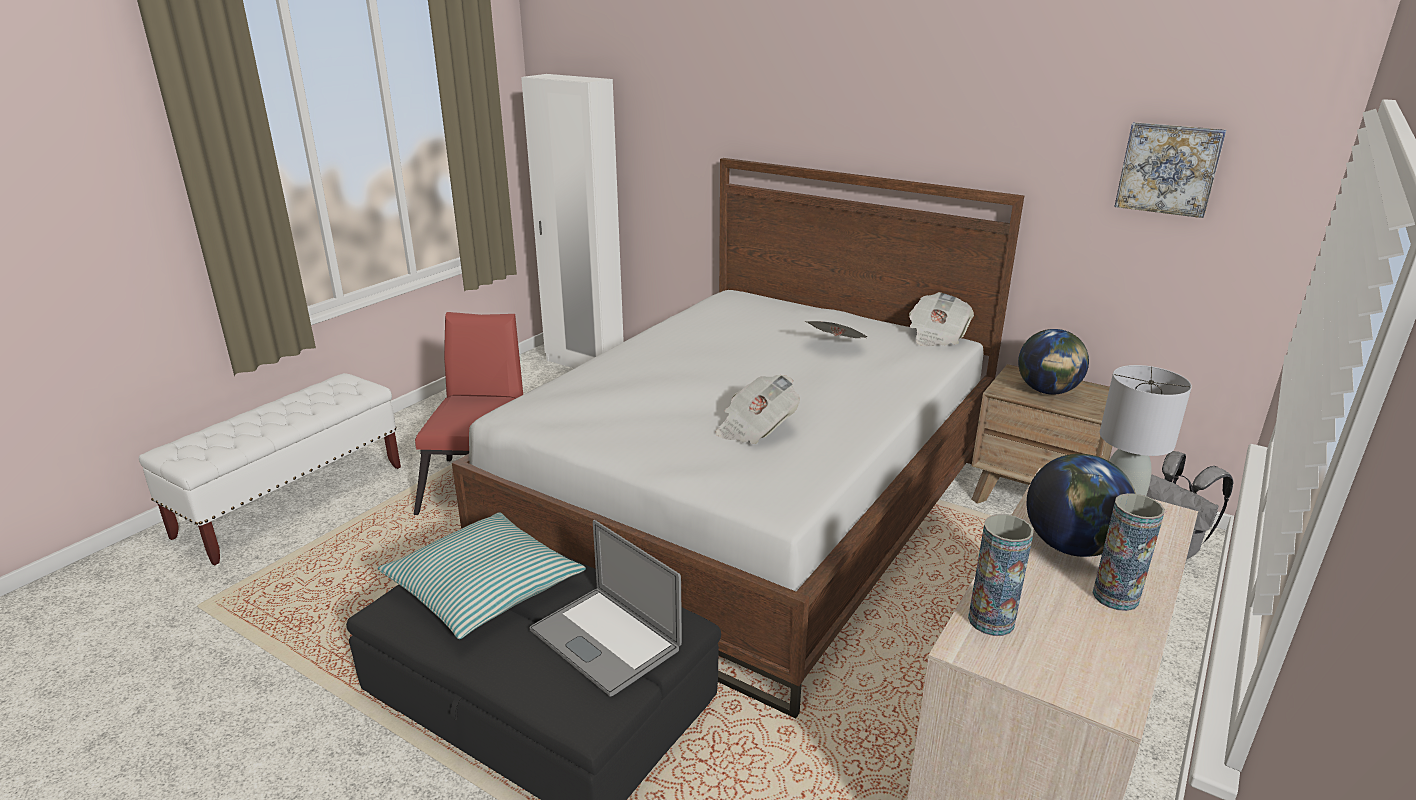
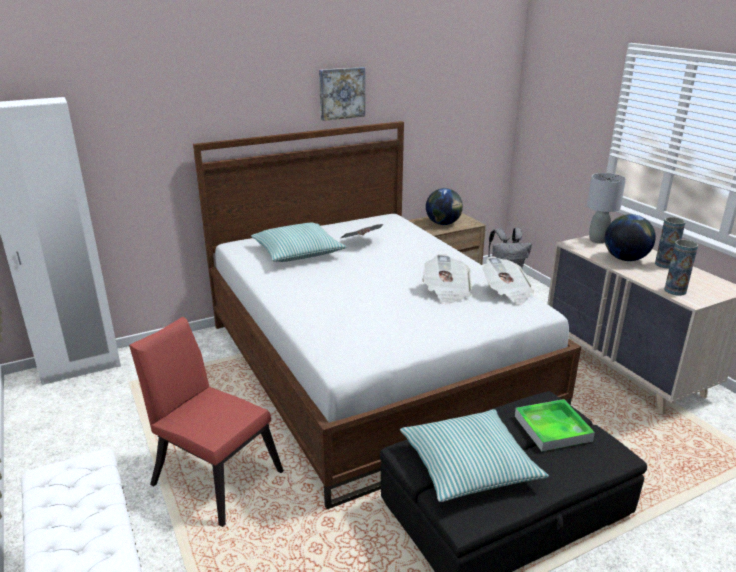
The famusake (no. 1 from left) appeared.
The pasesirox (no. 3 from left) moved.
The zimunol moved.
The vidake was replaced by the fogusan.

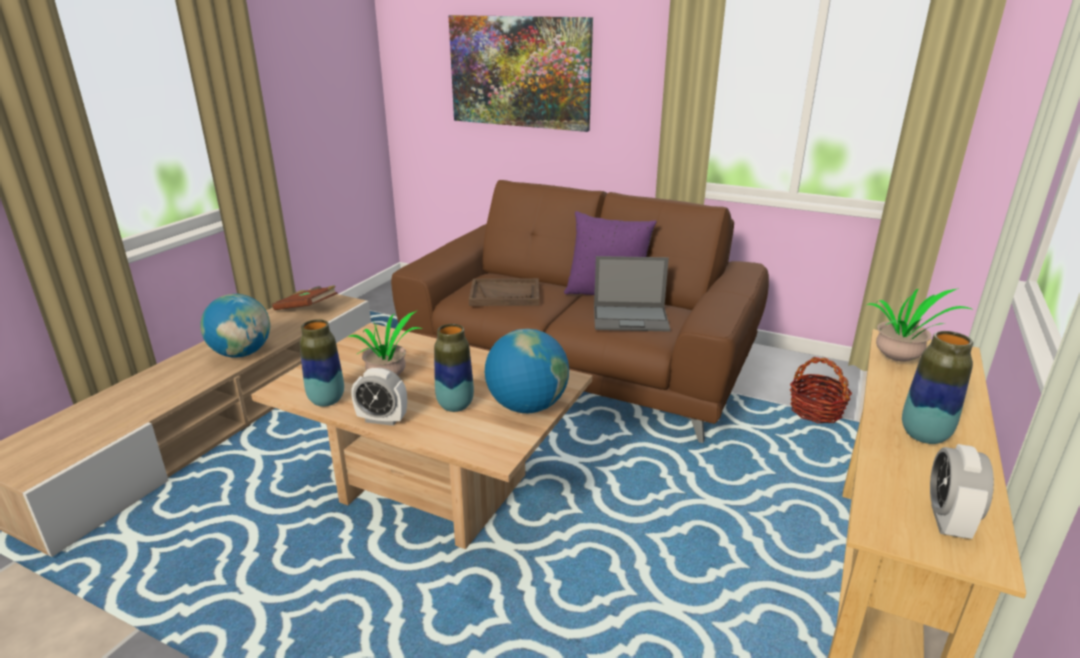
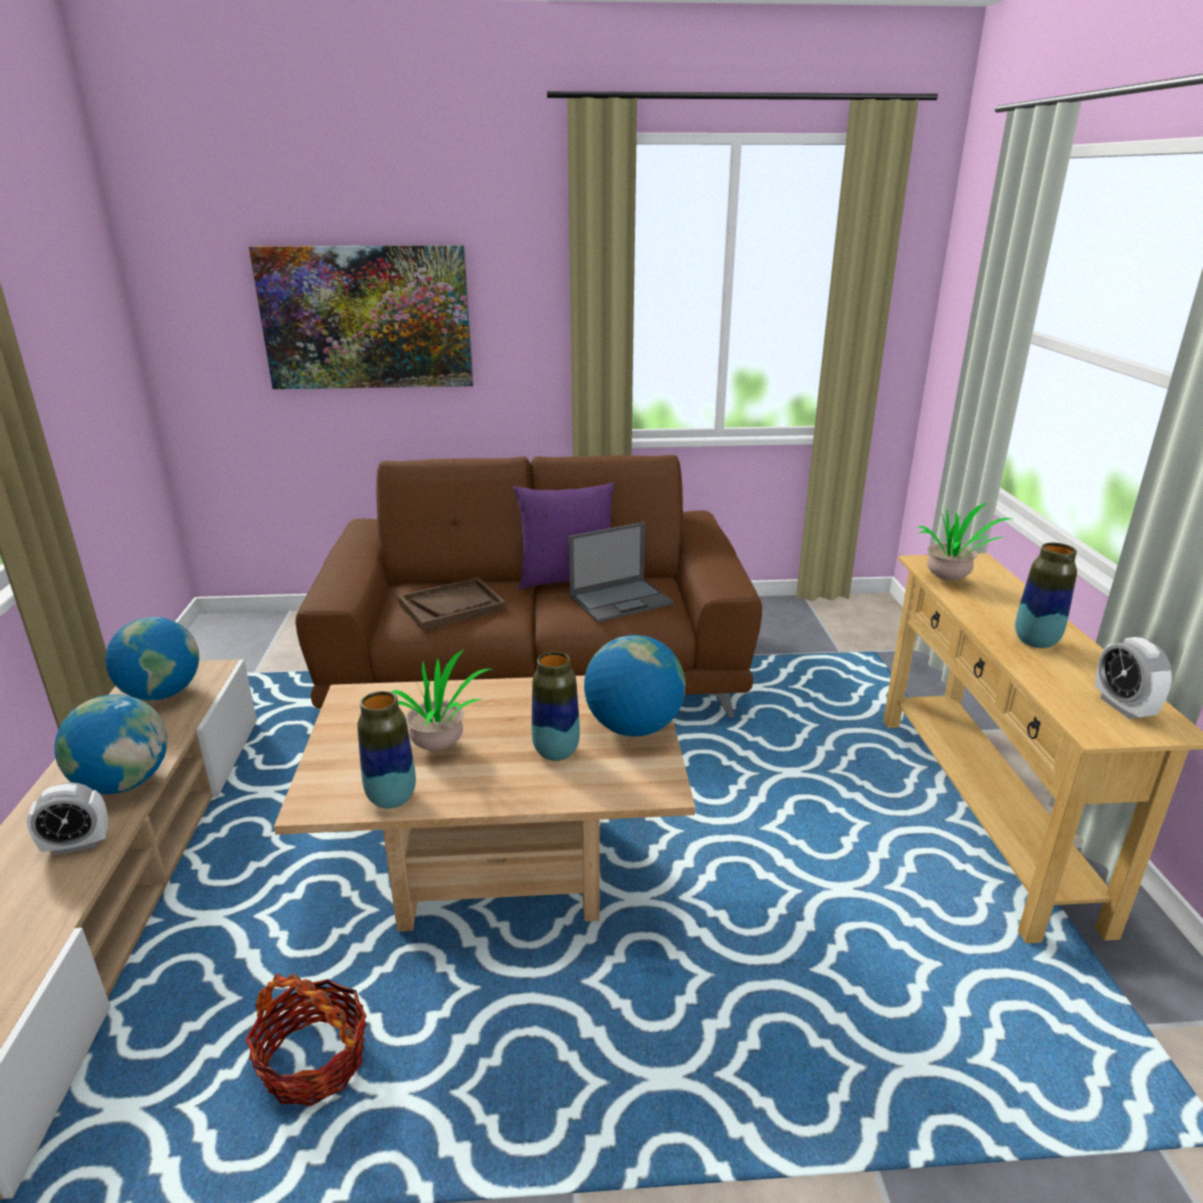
The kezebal (no. 1 from left) moved.
The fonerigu moved.
The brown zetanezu was replaced by the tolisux (no. 2 from left).

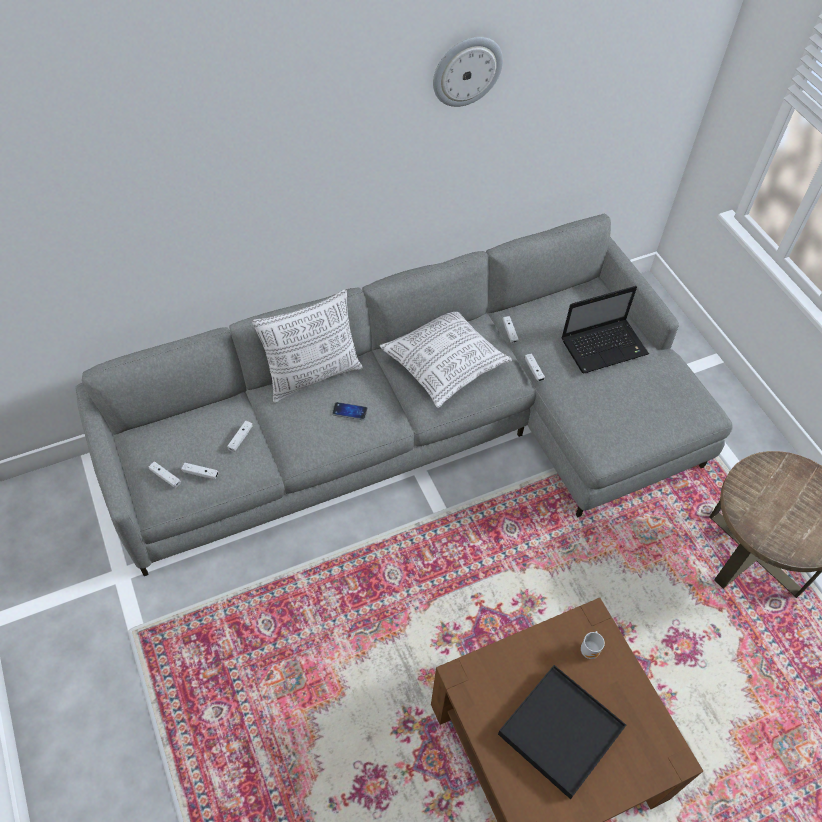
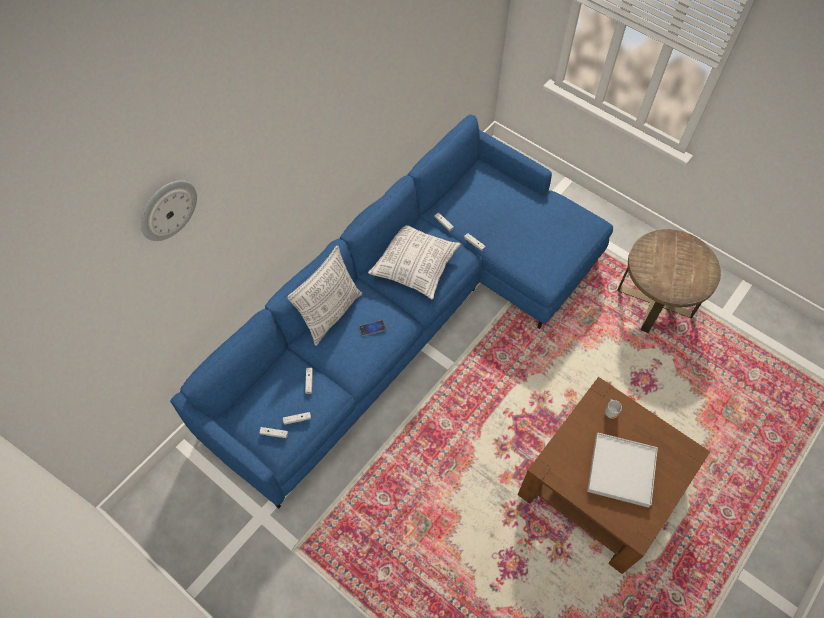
The vidake disappeared.
The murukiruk moved.
The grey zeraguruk became the blue zeraguruk.
The black fogusan became the white fogusan.

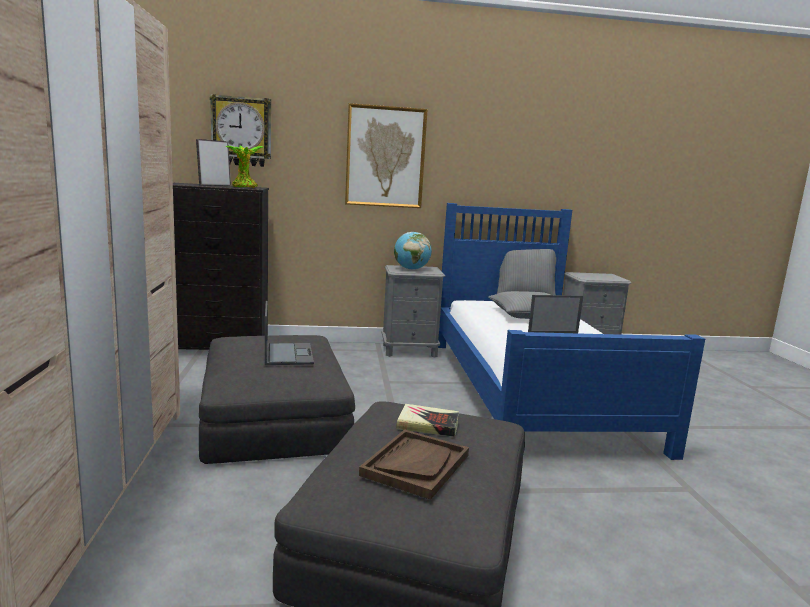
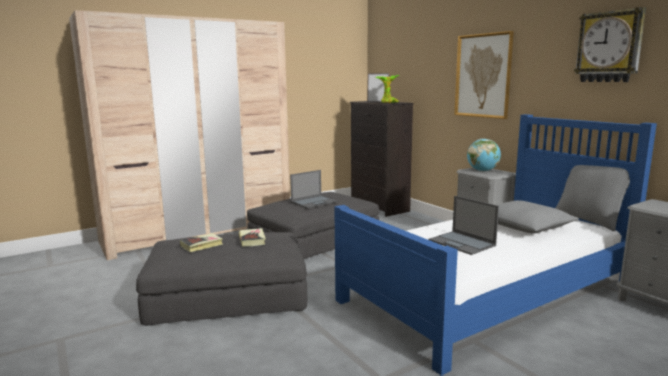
The murukiruk moved.
The brown fogusan was replaced by the zetanezu (no. 1 from left).

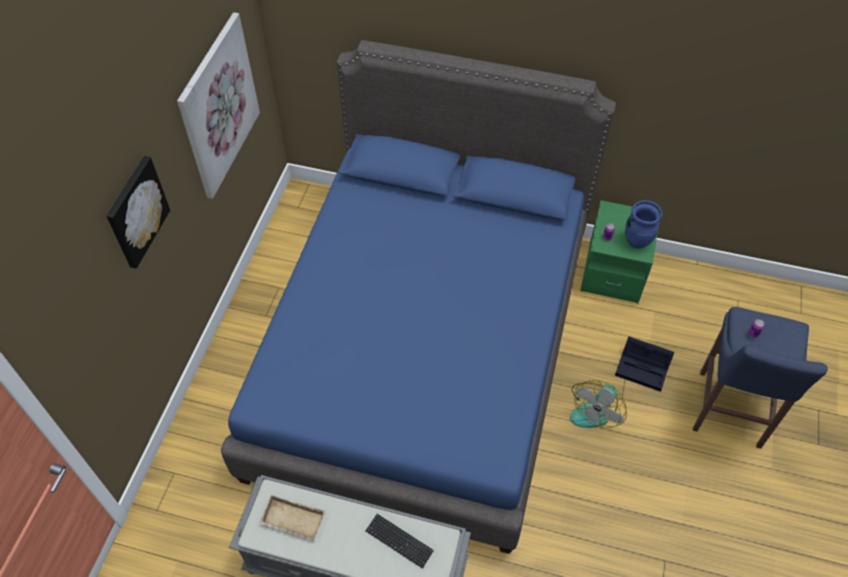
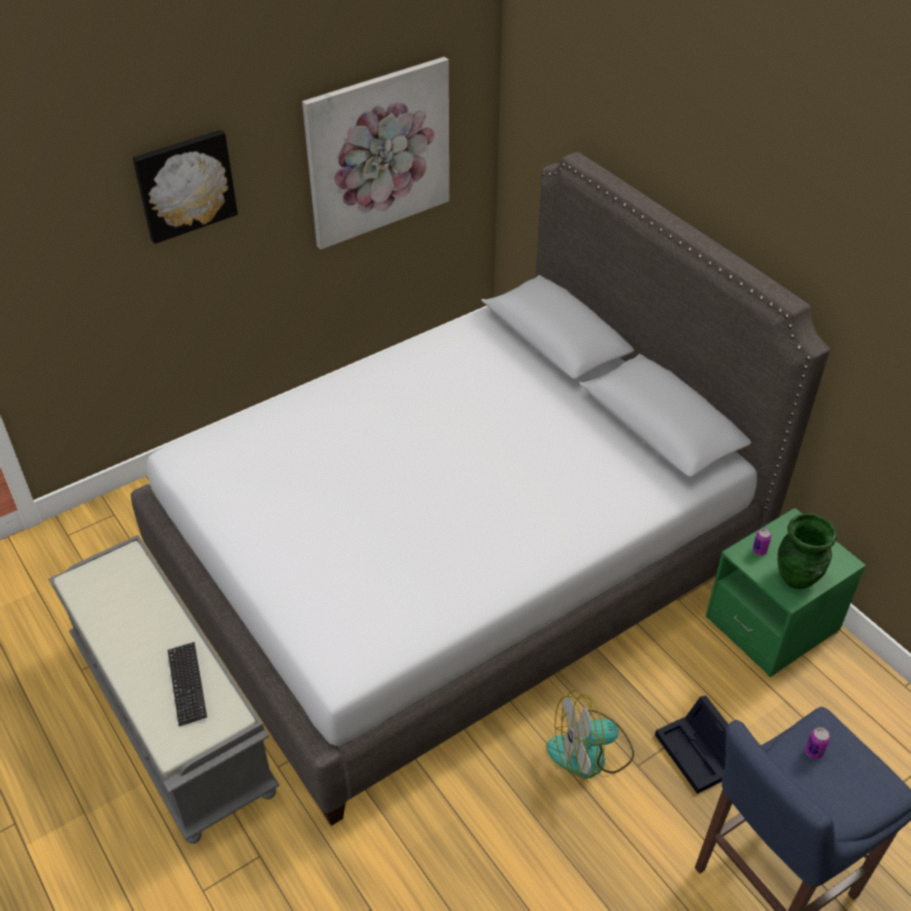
The beige fogusan disappeared.
The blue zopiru became the grey zopiru.
The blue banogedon became the green banogedon.

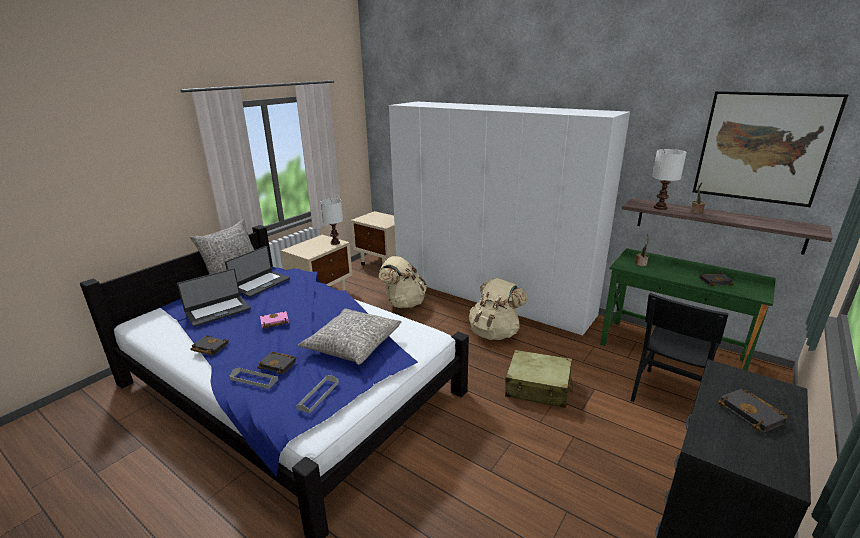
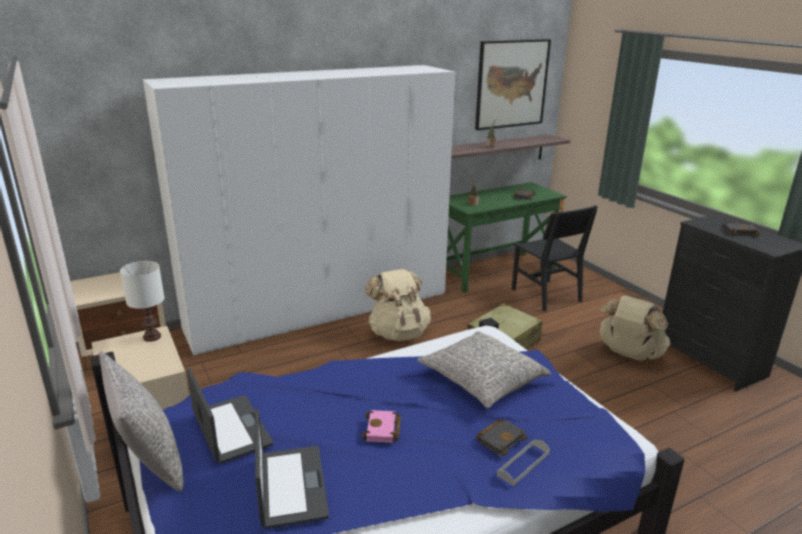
The black zetanezu (no. 1 from left) disappeared.
The grey fogusan (no. 2 from left) disappeared.
The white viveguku (no. 2 from left) disappeared.
The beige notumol (no. 1 from left in the first image) moved.

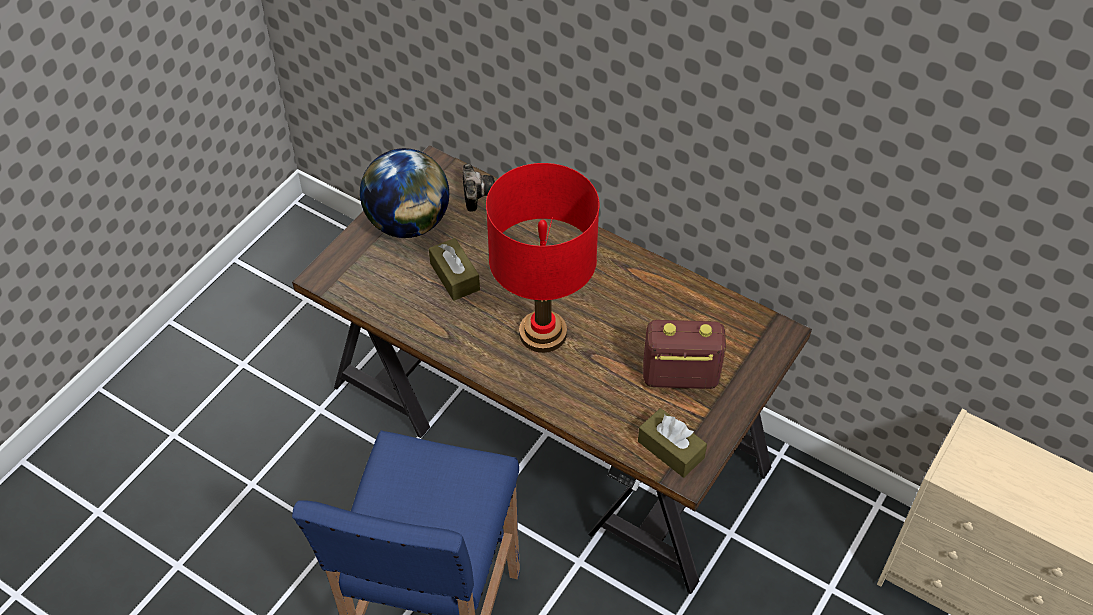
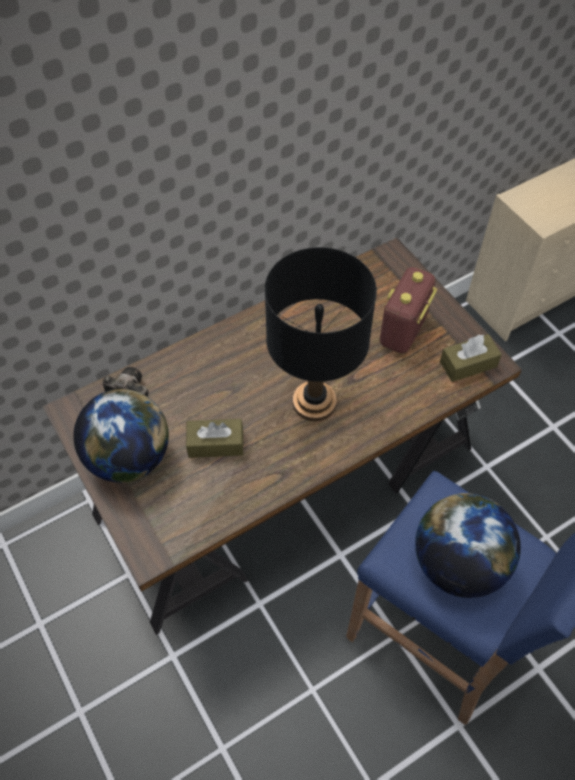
The tolisux (no. 2 from left) appeared.
The red viveguku became the black viveguku.

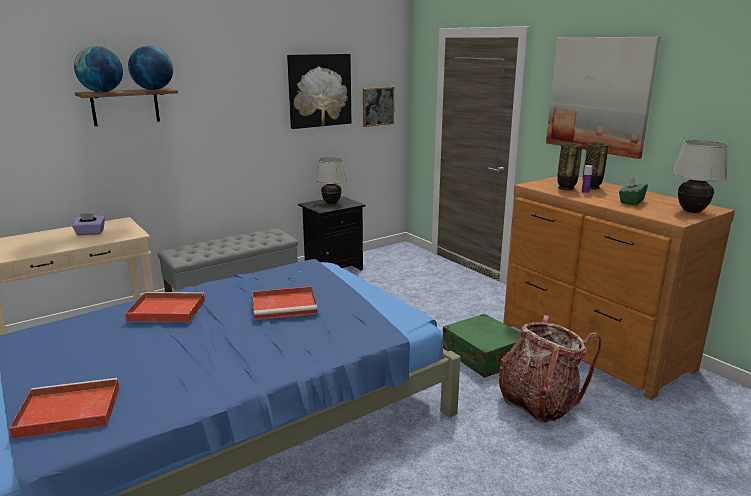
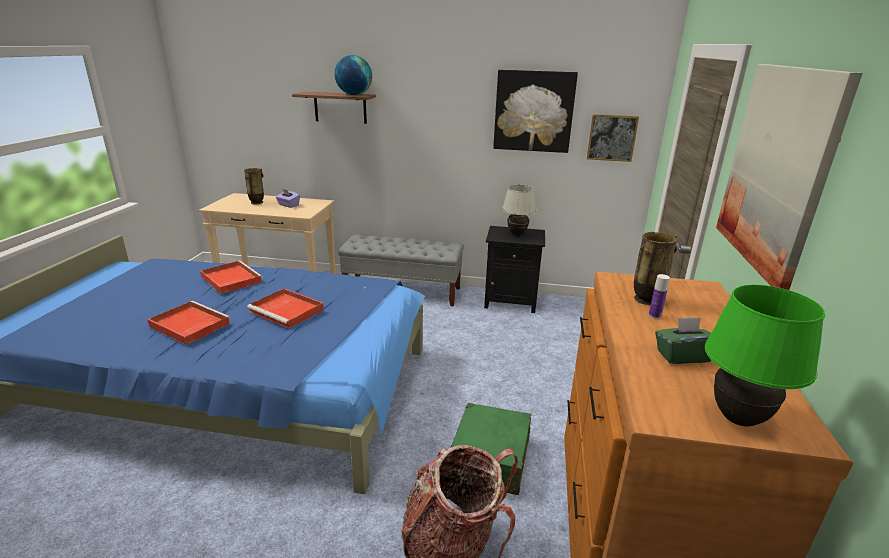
The tolisux (no. 1 from left) disappeared.
The red fogusan (no. 1 from left) moved.
The banogedon (no. 2 from left in the first image) moved.
The white viveguku (no. 2 from left) became the green viveguku.

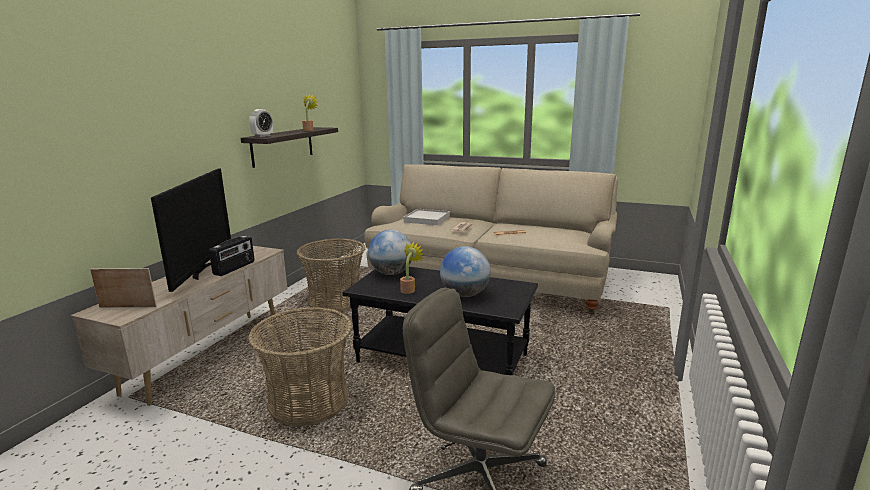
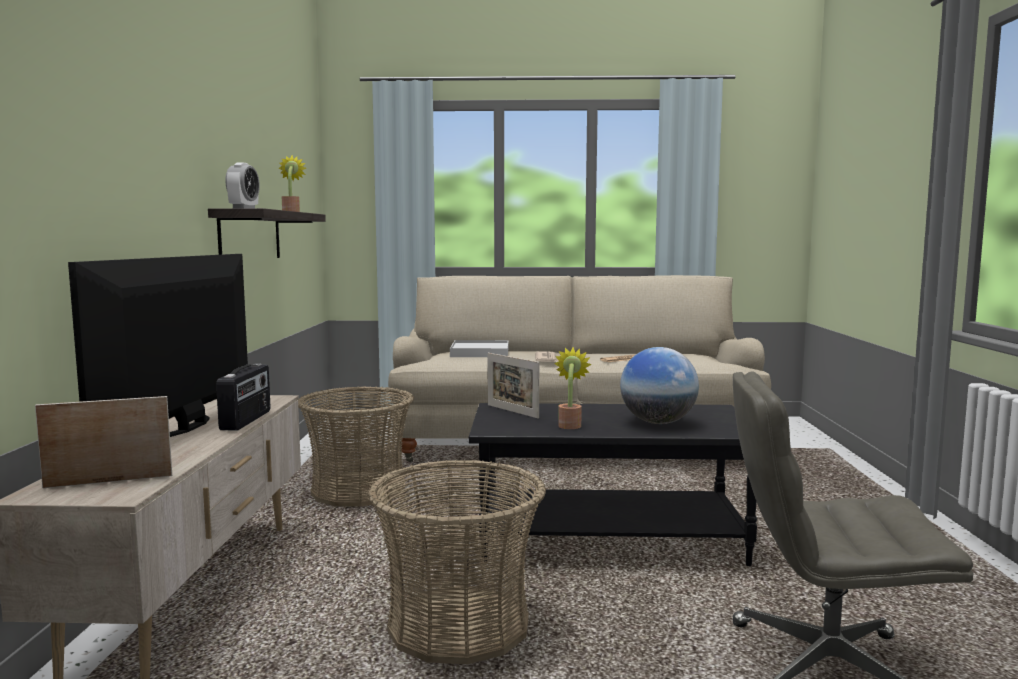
The tolisux (no. 1 from left) was replaced by the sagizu (no. 2 from left).
The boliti turned 150 degrees counterclockwise.

